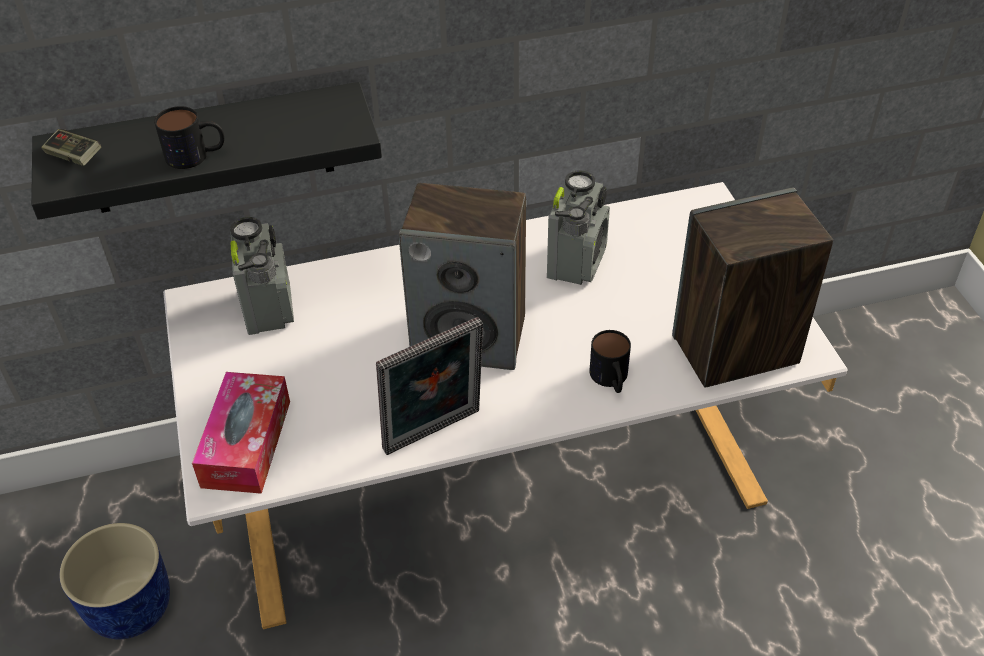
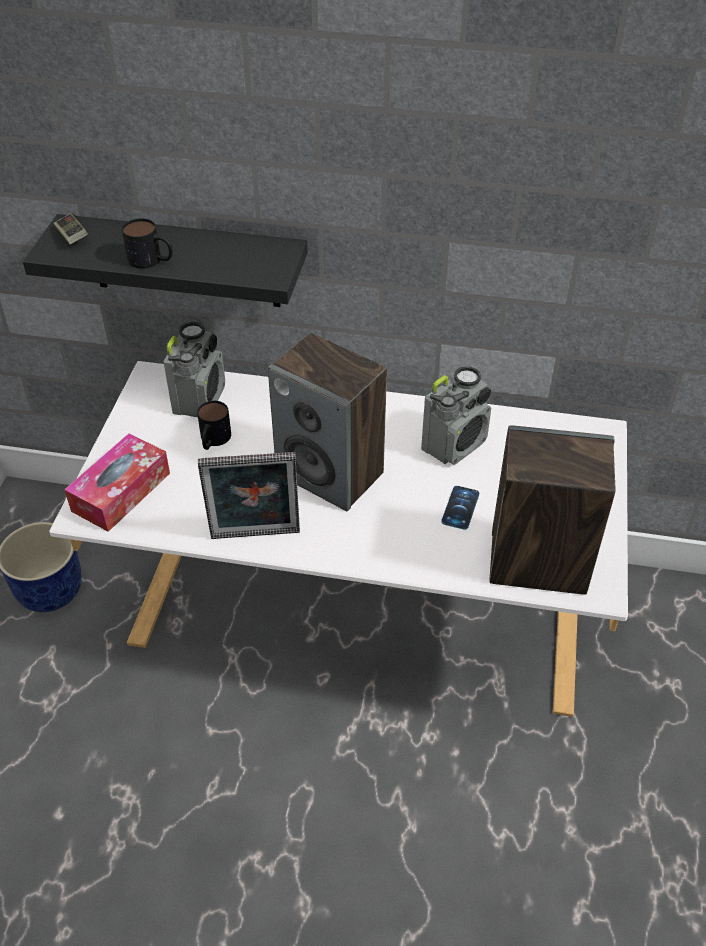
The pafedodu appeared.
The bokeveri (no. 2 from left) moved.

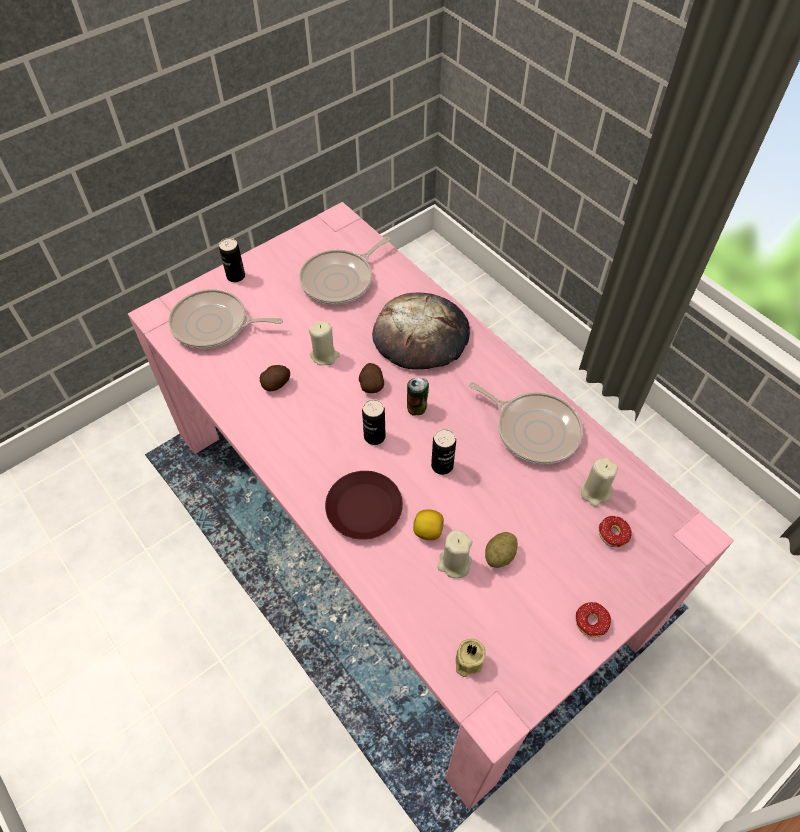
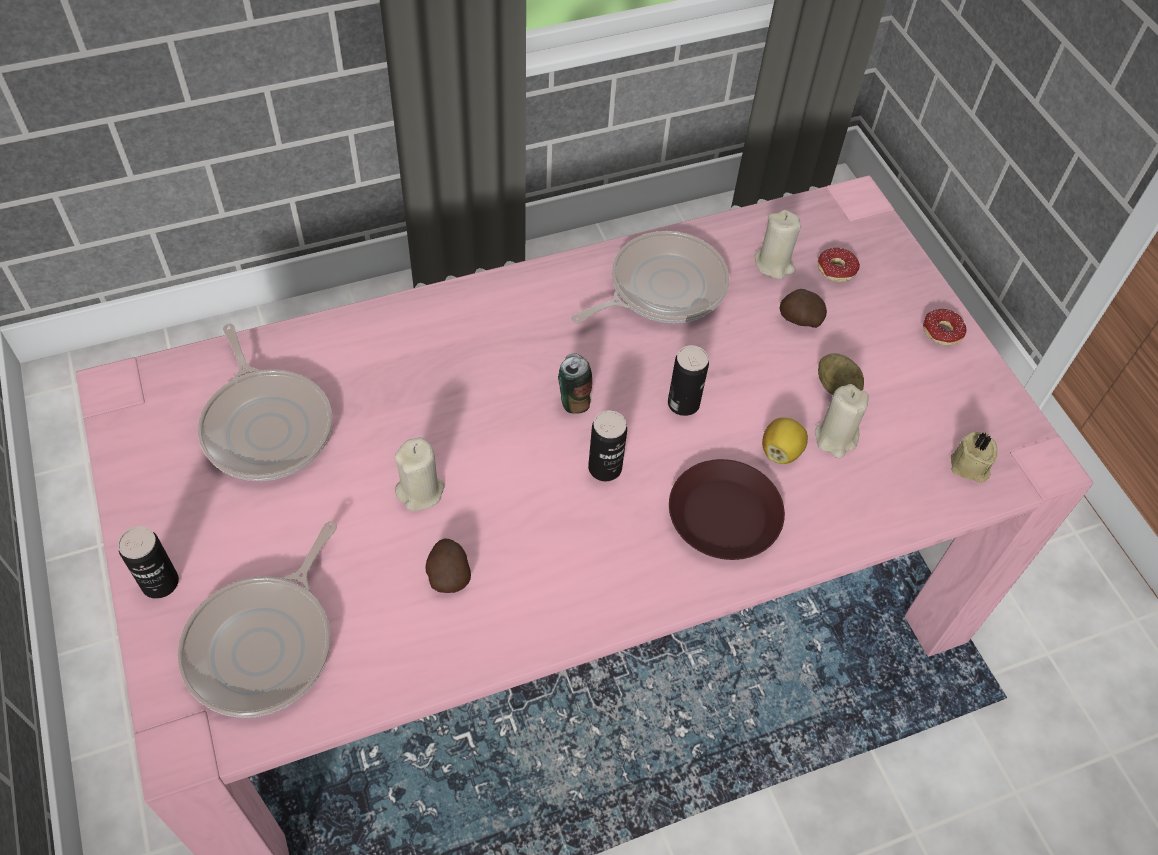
The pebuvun disappeared.
The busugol (no. 2 from left) moved.

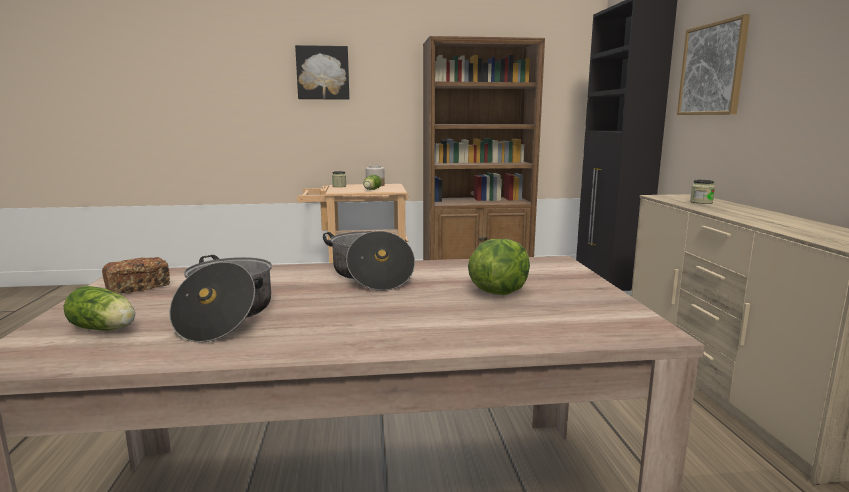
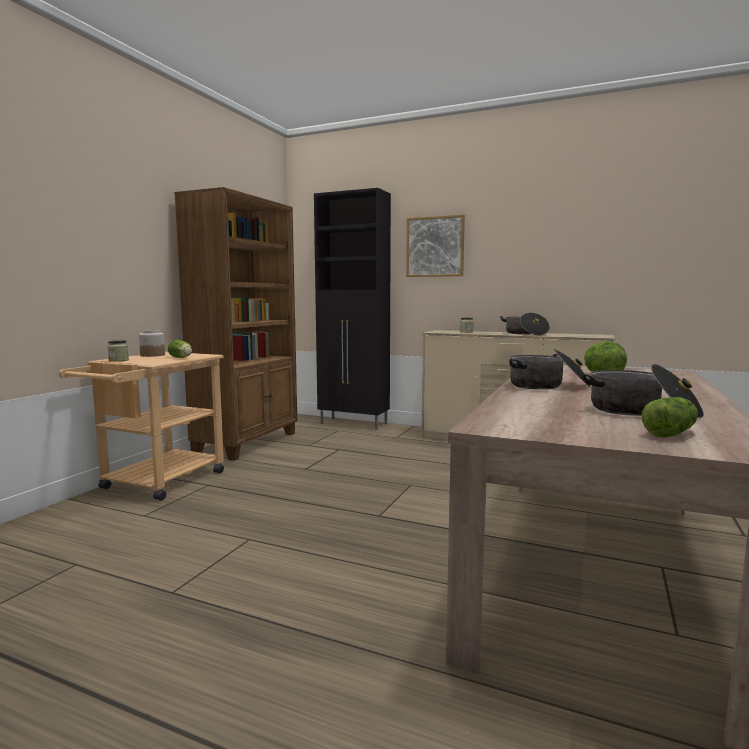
The pebuvun disappeared.
The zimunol (no. 1 from left) disappeared.
The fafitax (no. 1 from left) appeared.

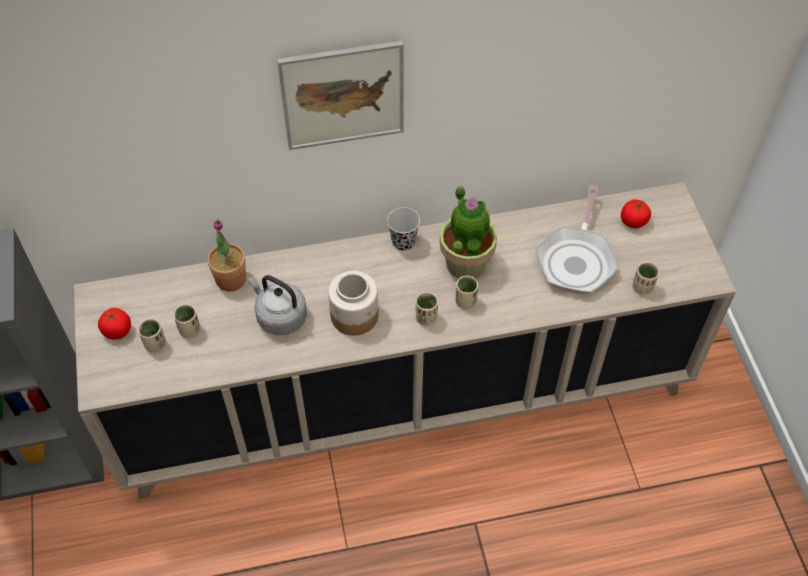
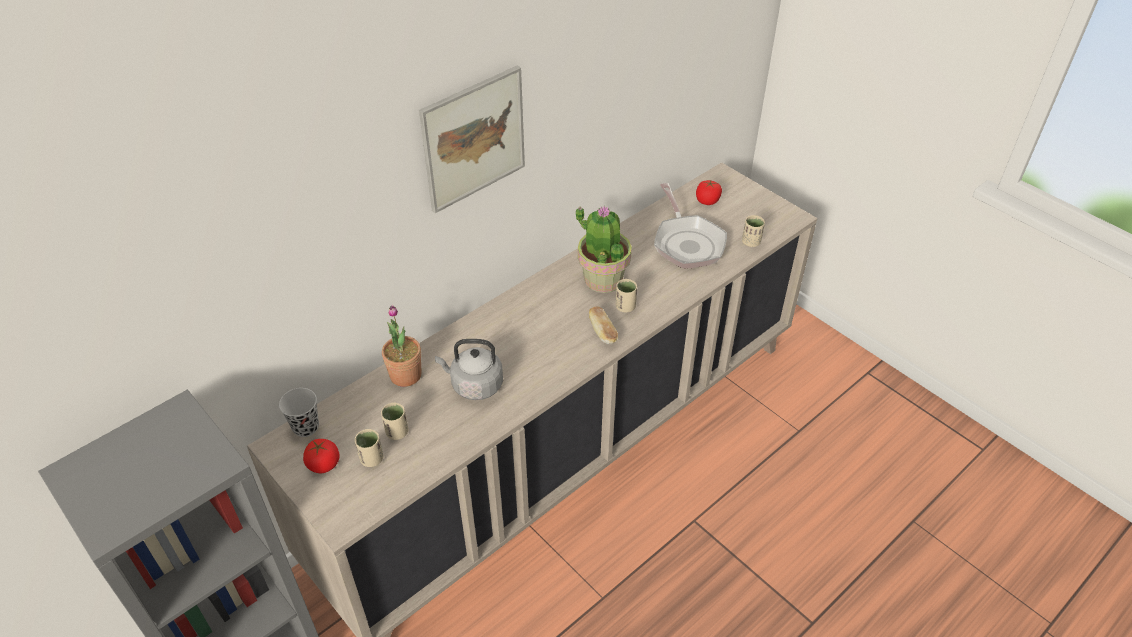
The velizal disappeared.
The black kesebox moved.
The beige kesebox (no. 3 from left) was replaced by the pebuvun.

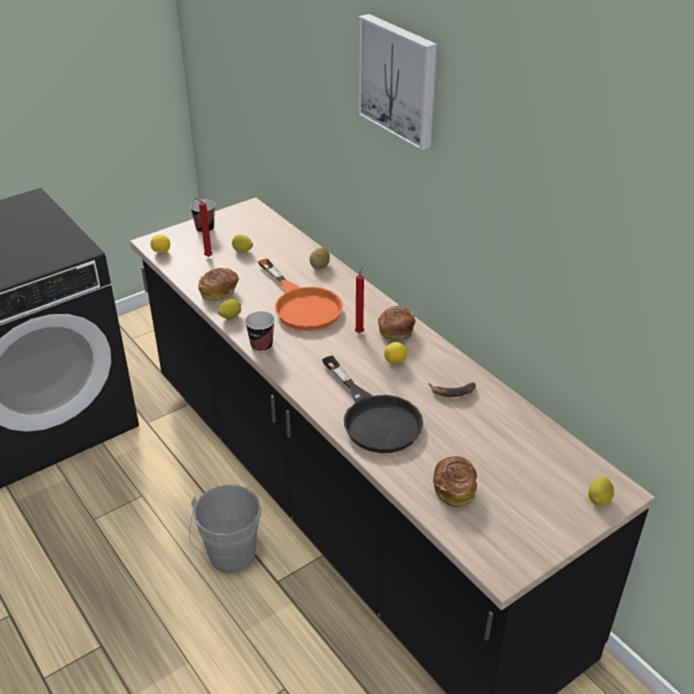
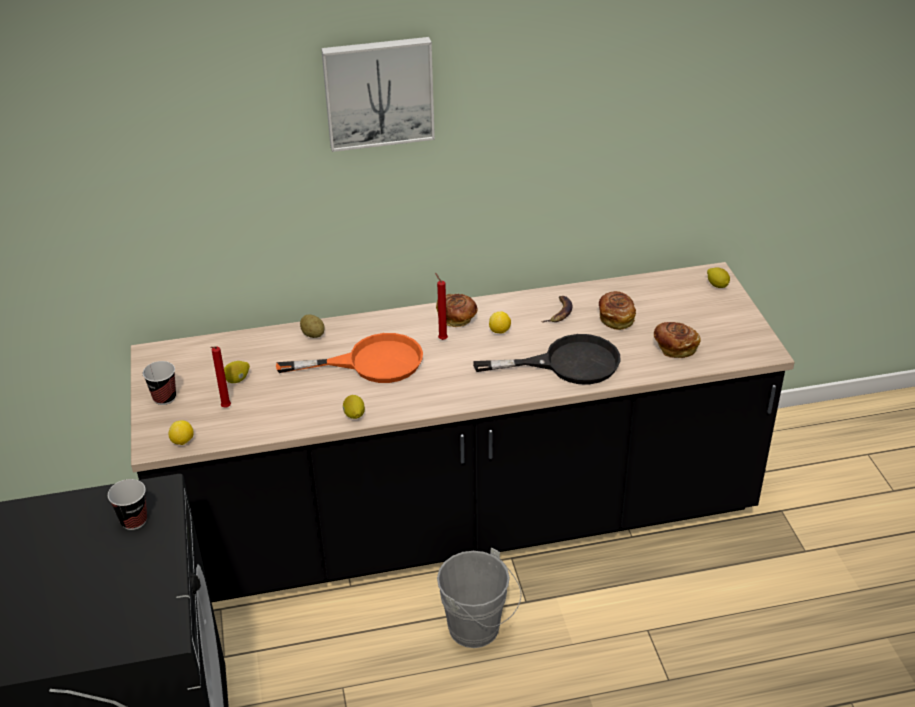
The pebuvun (no. 1 from left in the first image) moved.
The kesebox (no. 2 from left in the first image) moved.

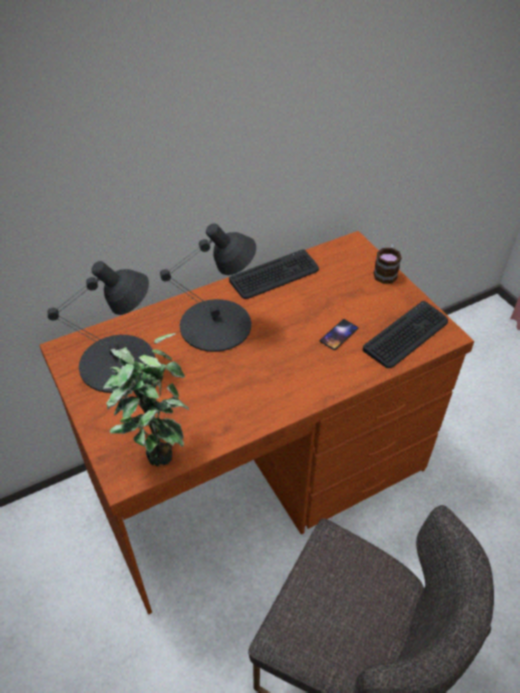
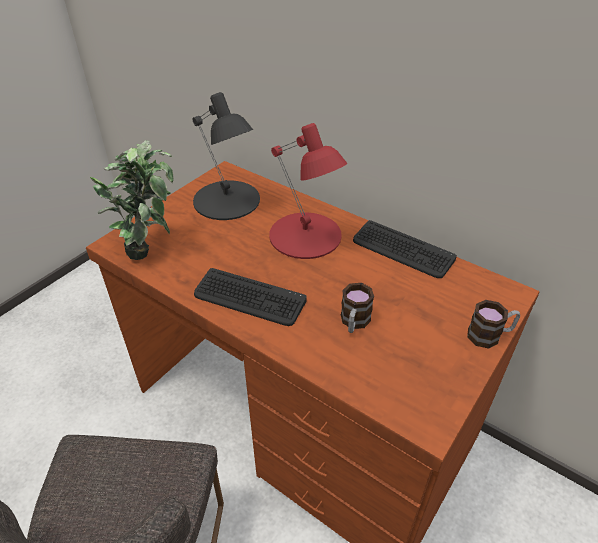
The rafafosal (no. 2 from left in the first image) moved.
The pafedodu was replaced by the bokeveri (no. 1 from left).
The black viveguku (no. 2 from left) became the red viveguku.

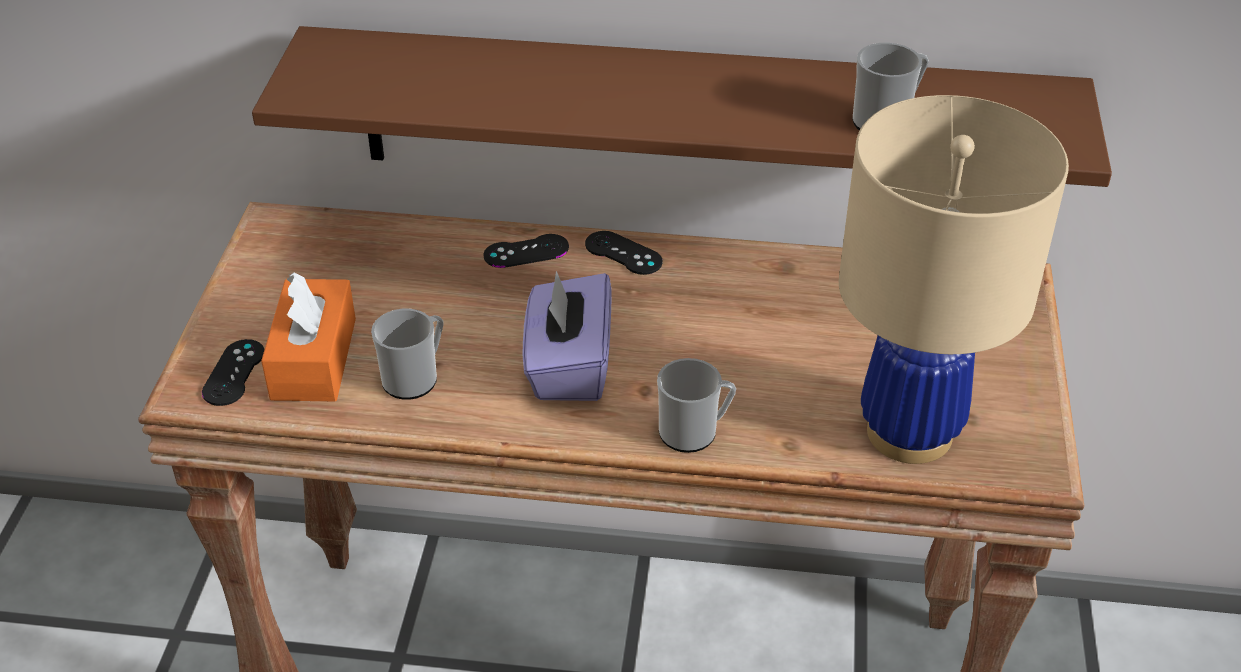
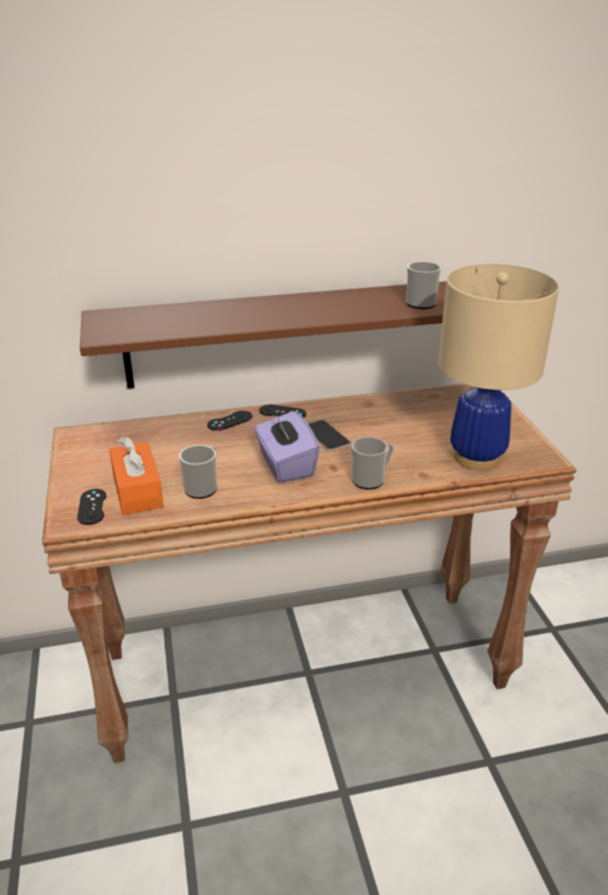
The pafedodu appeared.

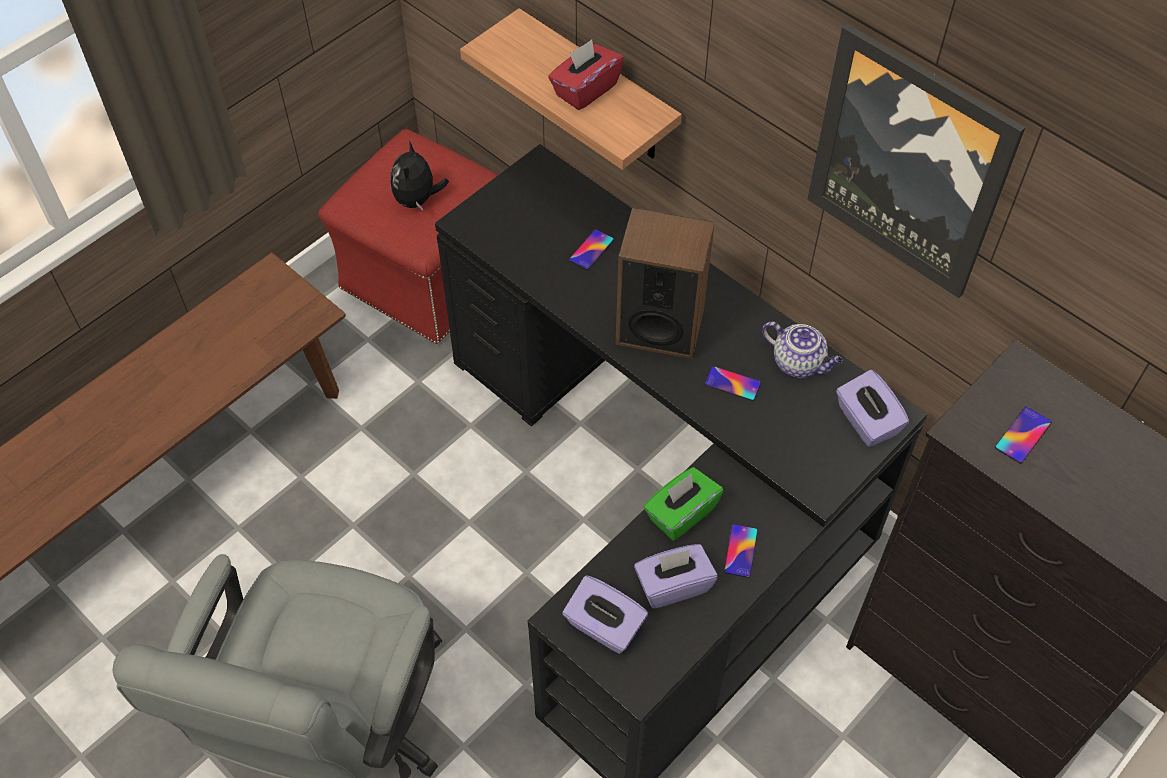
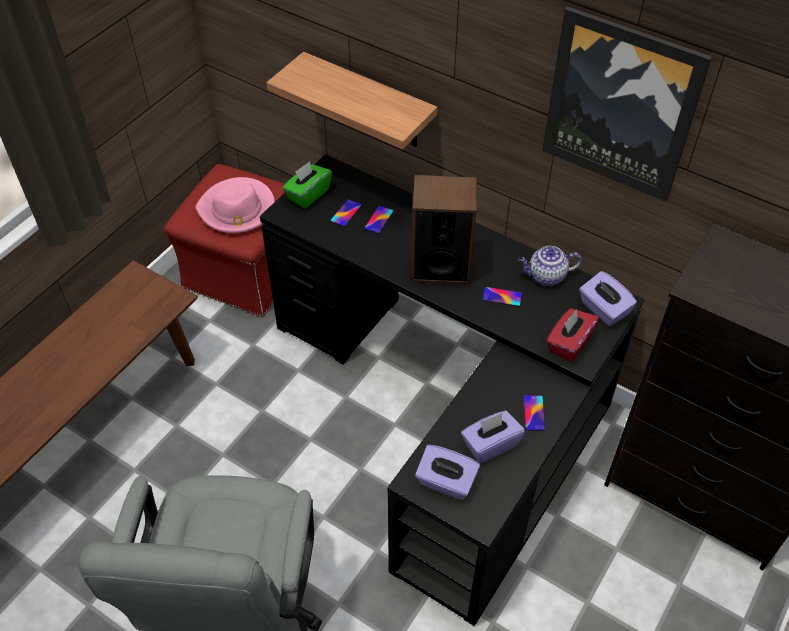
The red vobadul moved.
The green vobadul moved.
The pafedodu (no. 4 from left in the first image) moved.
The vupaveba was replaced by the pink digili.
The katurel turned 150 degrees clockwise.

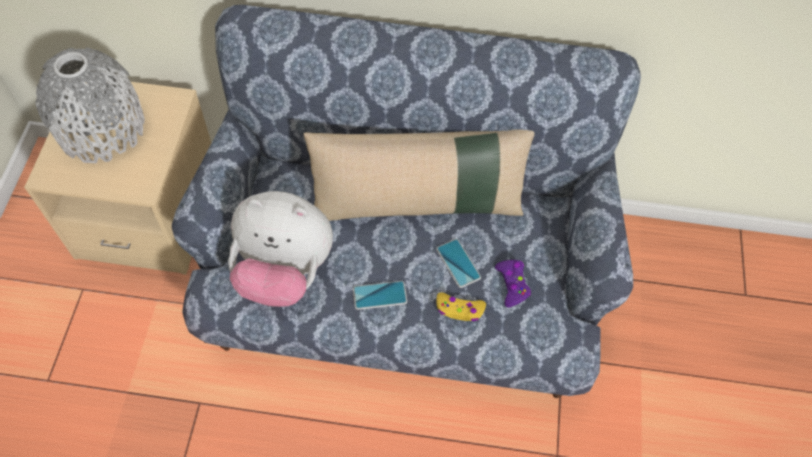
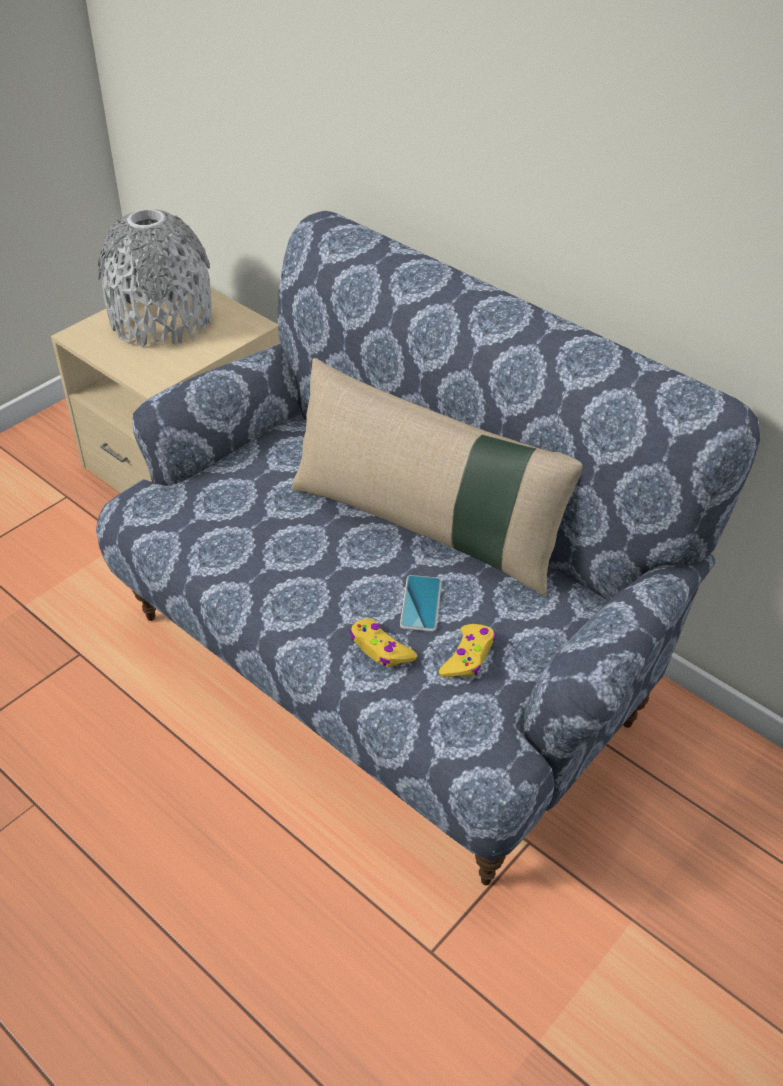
The vupaveba disappeared.
The pafedodu (no. 1 from left) disappeared.
The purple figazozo became the yellow figazozo (no. 2 from left).

